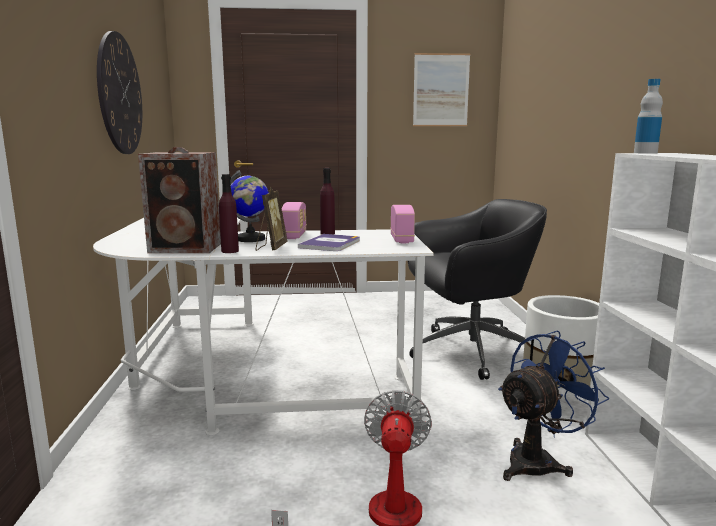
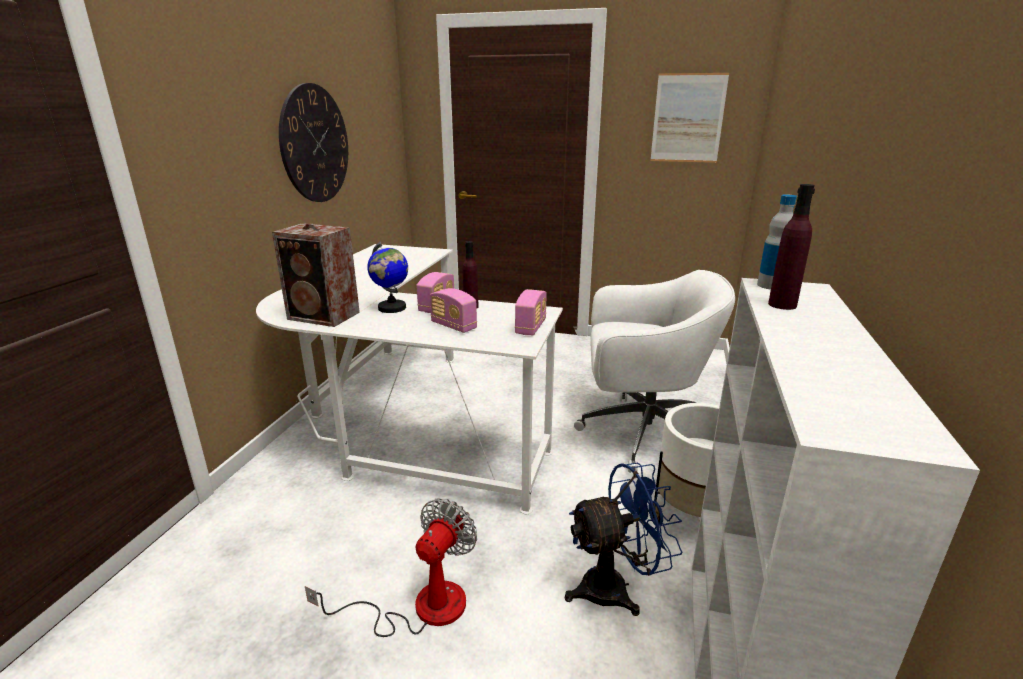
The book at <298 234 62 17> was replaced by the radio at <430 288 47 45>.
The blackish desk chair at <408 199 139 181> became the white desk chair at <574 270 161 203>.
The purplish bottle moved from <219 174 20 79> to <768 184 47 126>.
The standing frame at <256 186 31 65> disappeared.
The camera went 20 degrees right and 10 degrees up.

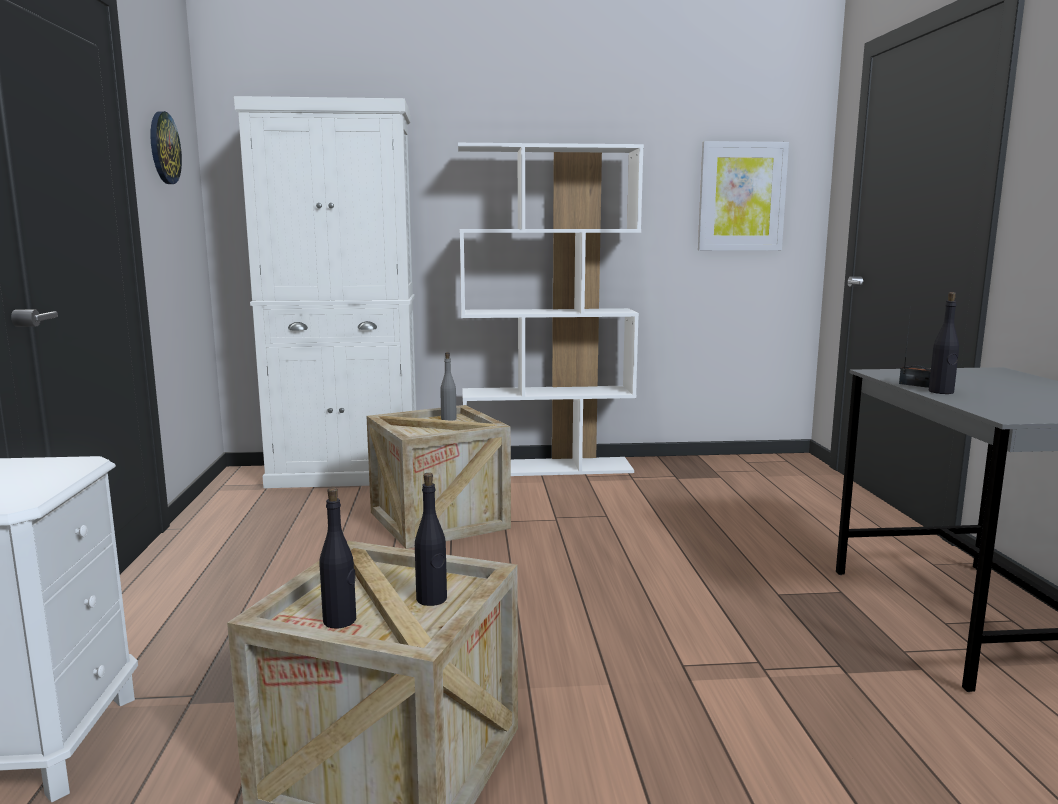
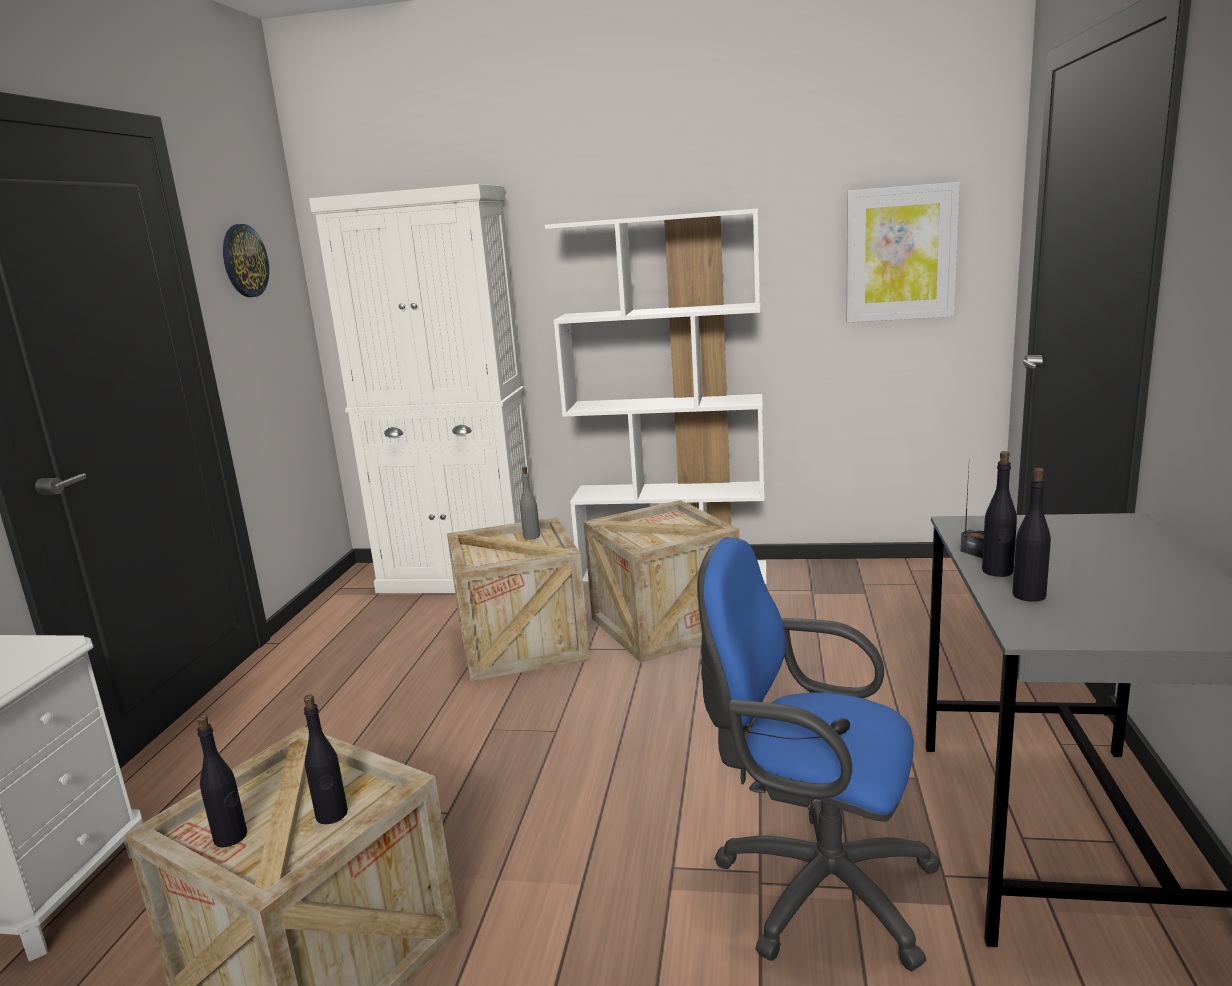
The crate at <583 500 157 163> appeared.
The blue-coloured desk chair at <697 537 244 434> appeared.
The blackish bottle at <1012 468 39 134> appeared.
The camera went 15 degrees right and 5 degrees up.

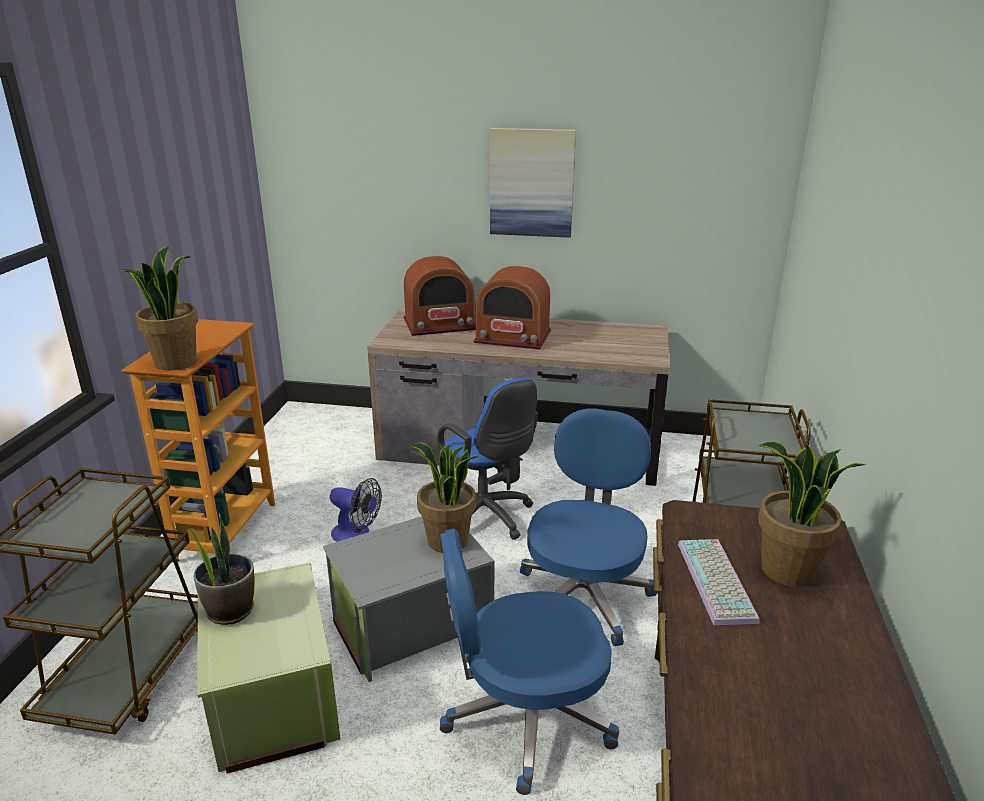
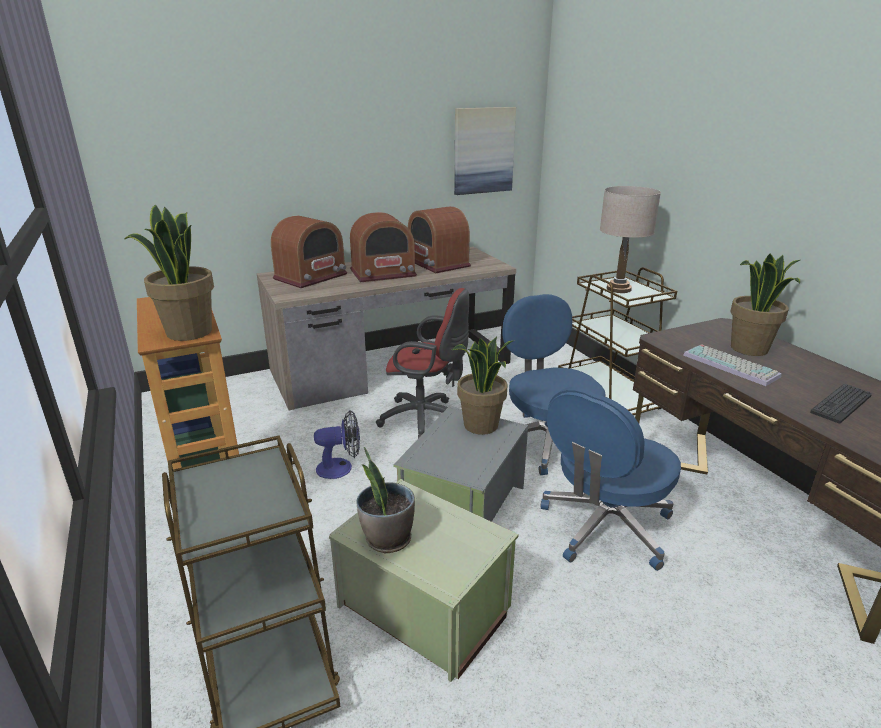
The blue-coloured desk chair at <437 378 101 162> became the red-coloured desk chair at <376 288 93 150>.
The radio at <408 206 63 67> appeared.
The wall art moved from <490 128 86 110> to <454 107 62 88>.
The sand-coloured tabletop lamp at <600 186 61 107> appeared.
The keyboard at <810 384 62 40> appeared.
The camera went 35 degrees left and 0 degrees up.

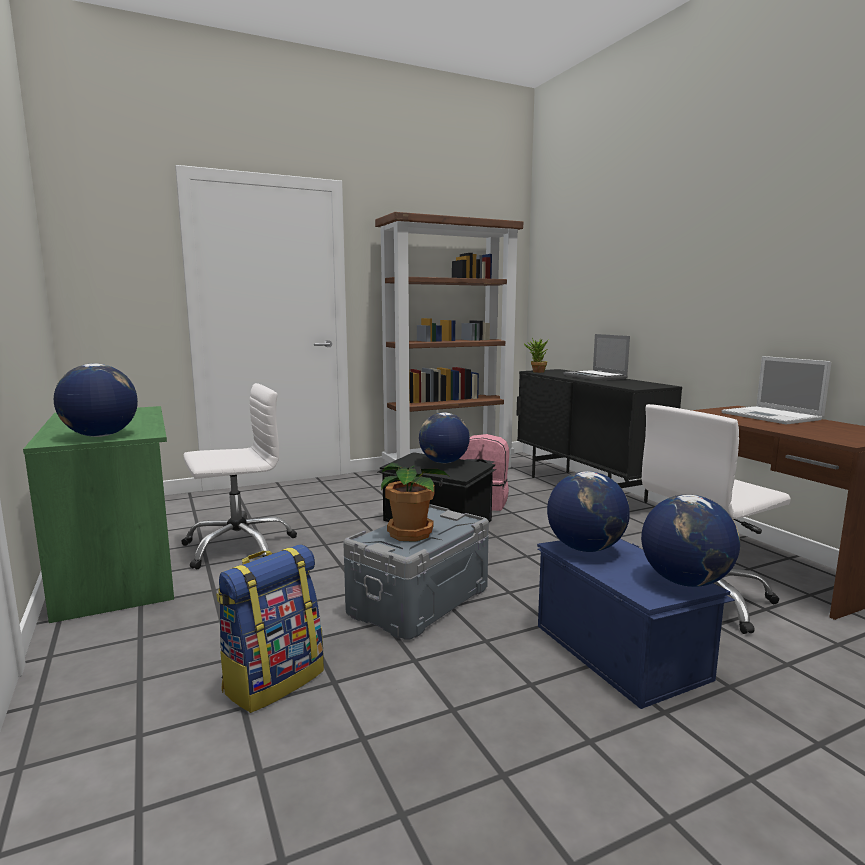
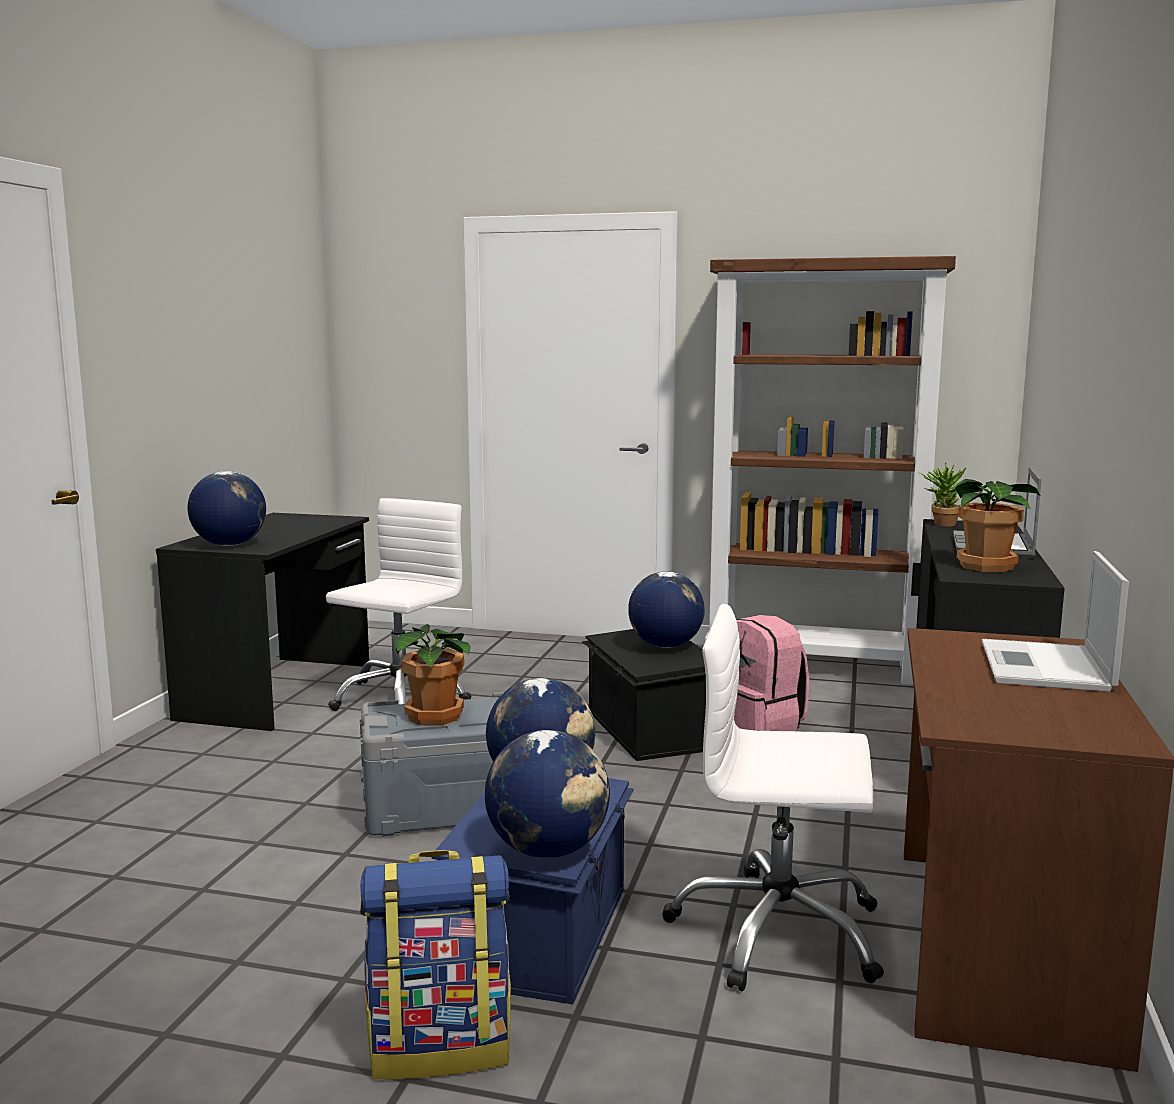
The greenish desk unit at <23 406 151 217> became the blackish desk unit at <156 513 213 218>.
The white desk chair at <181 383 116 186> turned 75 degrees counterclockwise.
The rucksack moved from <216 545 108 168> to <360 850 151 230>.
The potted plant at <954 479 86 93> appeared.
The camera went 40 degrees right and 0 degrees up.

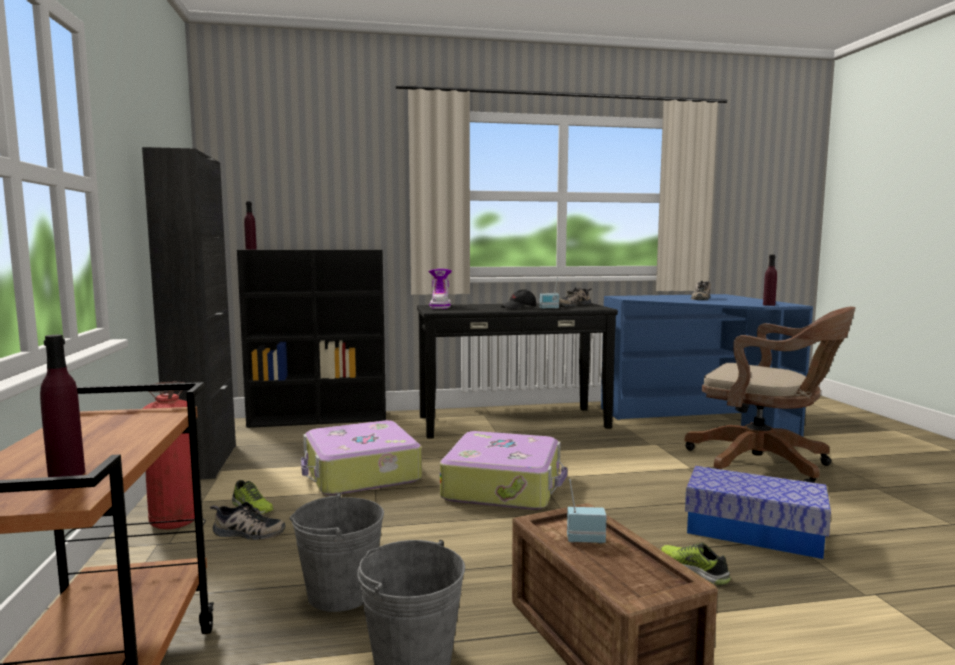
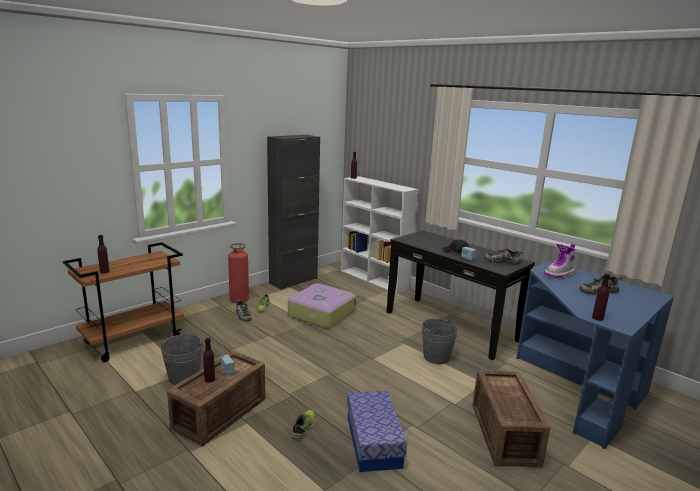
The purplish bottle at <203 338 12 44> appeared.
The blackish shelving unit at <237 250 149 178> became the white shelving unit at <341 176 78 118>.
The grey bucket moved from <290 493 94 119> to <422 318 36 46>.
The brown desk chair at <685 307 171 176> was replaced by the crate at <473 370 77 97>.
The tall boot moved from <429 269 23 40> to <544 243 31 36>.
The piece of luggage at <440 431 127 79> disappeared.
The camera went 55 degrees right and 10 degrees up.

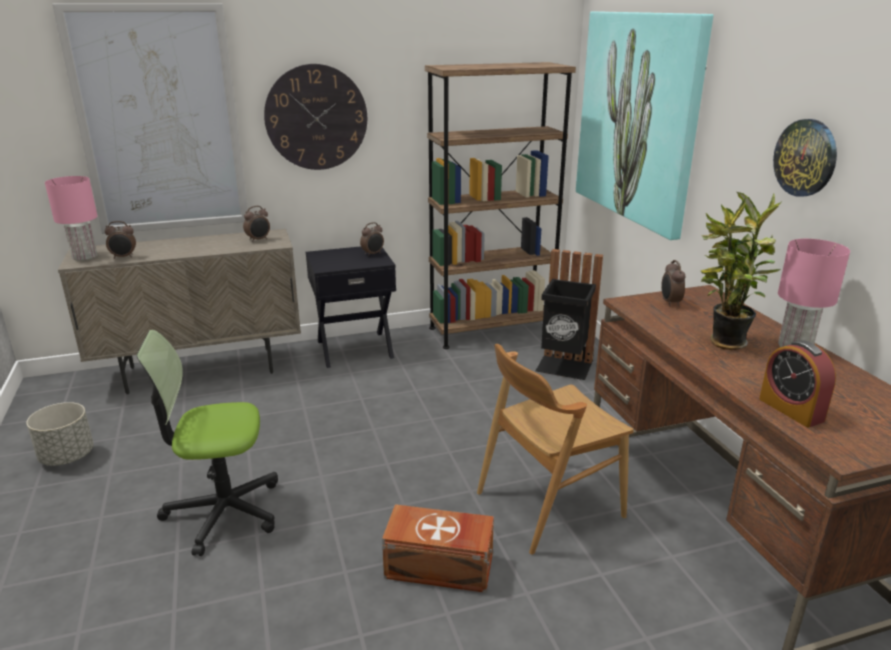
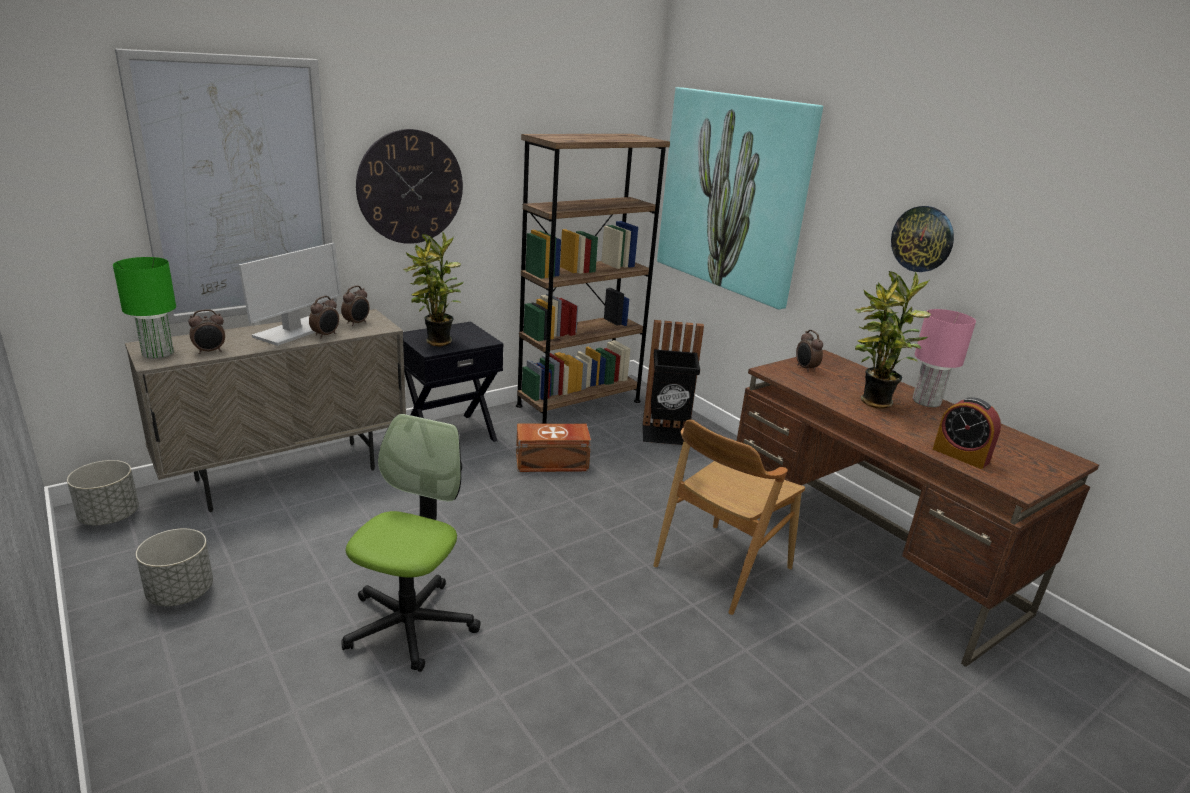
The grey planter at <67 460 72 65> appeared.
The pinkish tabletop lamp at <45 176 53 85> became the greenish tabletop lamp at <113 257 63 102>.
The computer display at <238 243 104 103> appeared.
The alarm clock moved from <360 222 24 34> to <309 296 30 42>.
The desk chair at <137 330 141 226> turned 135 degrees clockwise.
The potted plant at <403 231 61 116> appeared.
The brown storage container moved from <382 504 112 89> to <516 424 75 48>.
The camera went 20 degrees left and 0 degrees up.

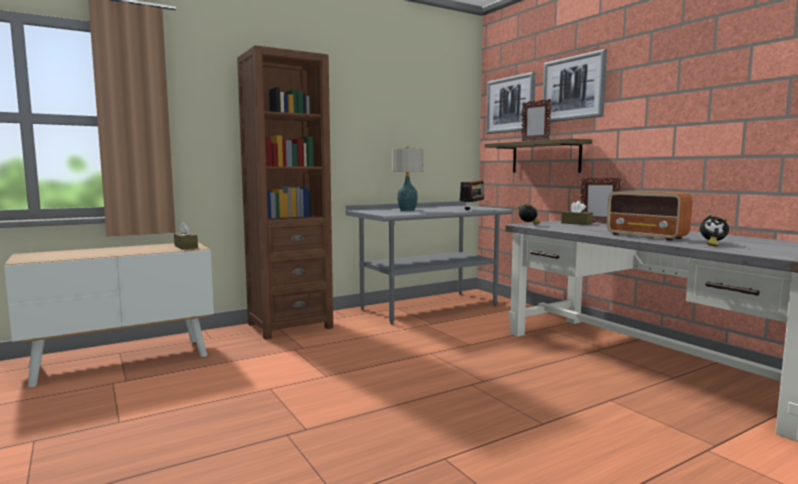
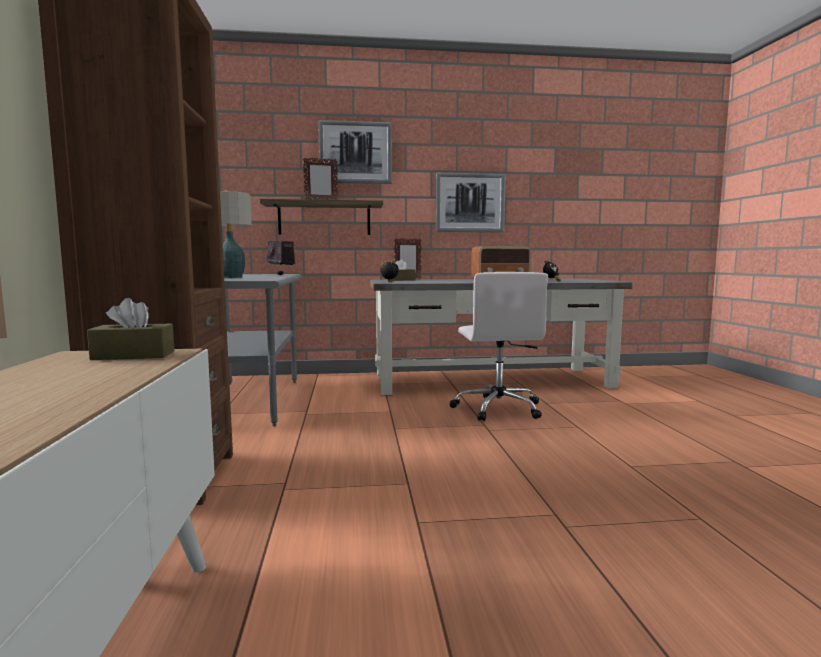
The wall art moved from <486 72 49 62> to <436 173 70 59>.
The white desk chair at <449 272 99 149> appeared.
The camera went 65 degrees left and 0 degrees up.

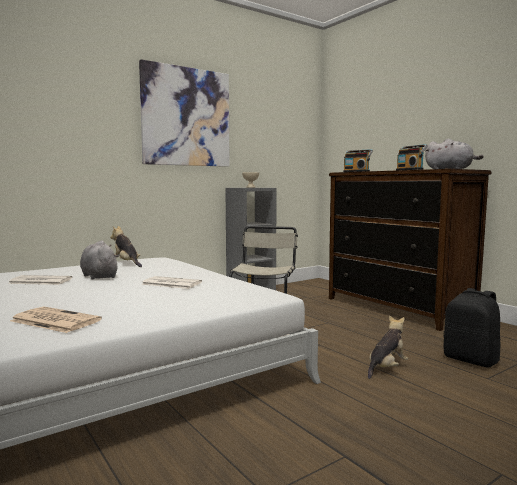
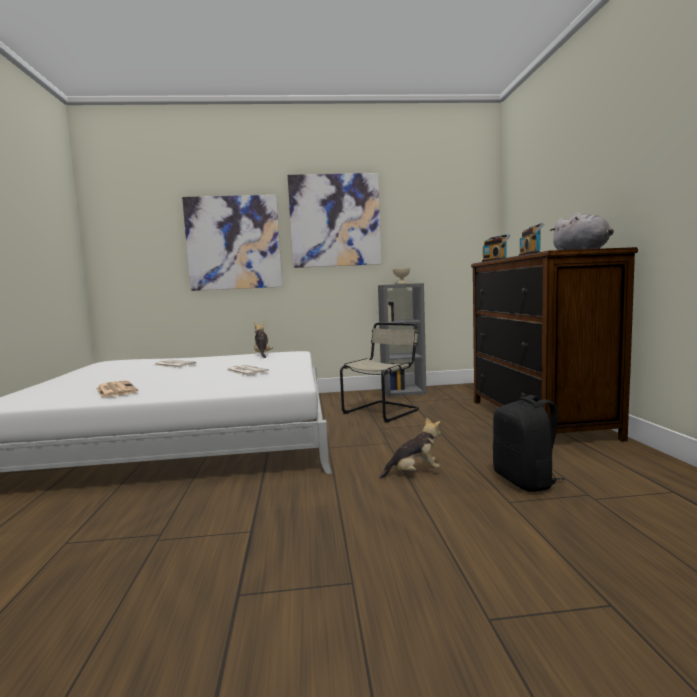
The wall art at <182 195 100 96> appeared.
The grey soft toy at <80 240 39 40> disappeared.
The camera went 30 degrees right and 0 degrees up.

